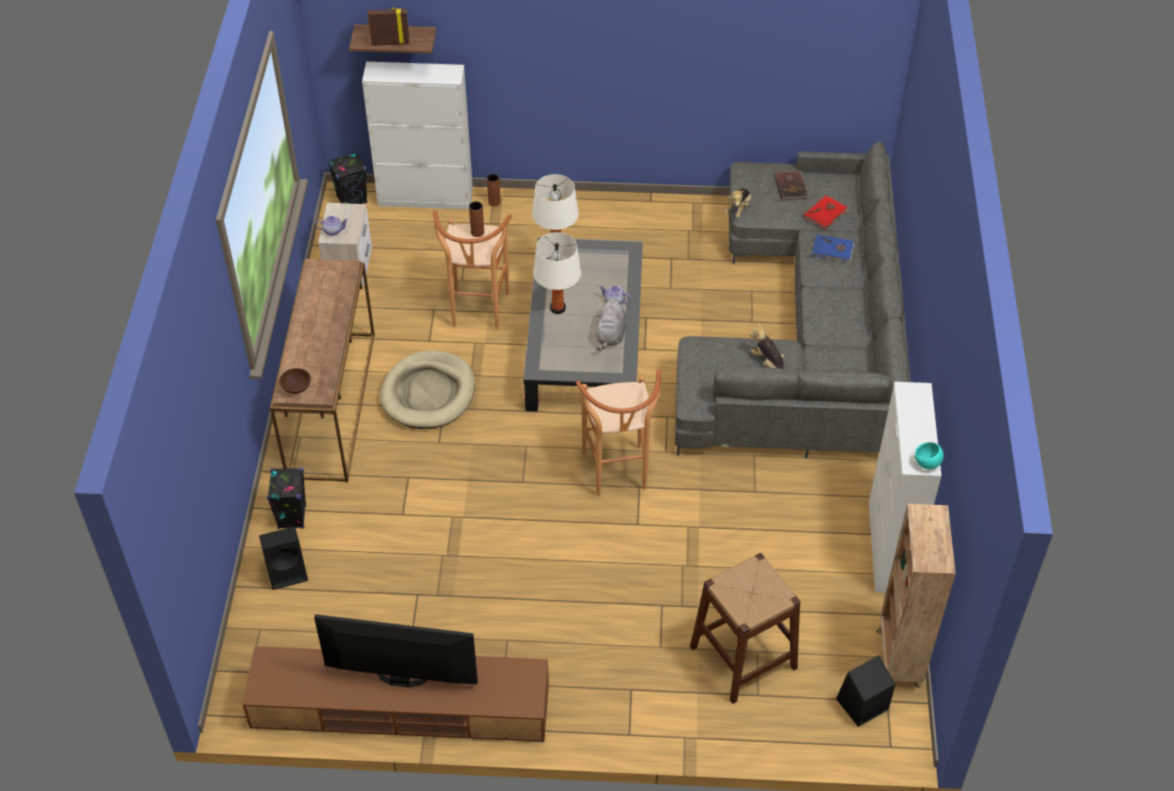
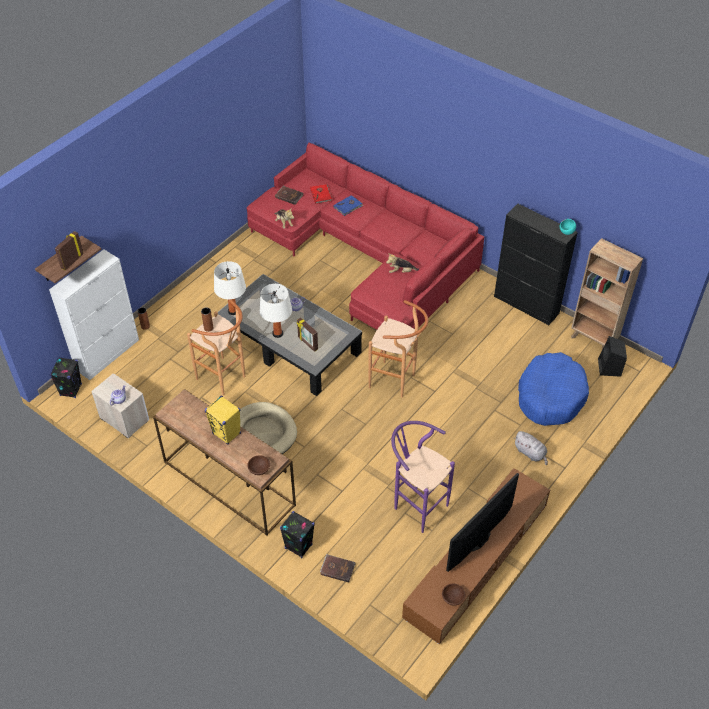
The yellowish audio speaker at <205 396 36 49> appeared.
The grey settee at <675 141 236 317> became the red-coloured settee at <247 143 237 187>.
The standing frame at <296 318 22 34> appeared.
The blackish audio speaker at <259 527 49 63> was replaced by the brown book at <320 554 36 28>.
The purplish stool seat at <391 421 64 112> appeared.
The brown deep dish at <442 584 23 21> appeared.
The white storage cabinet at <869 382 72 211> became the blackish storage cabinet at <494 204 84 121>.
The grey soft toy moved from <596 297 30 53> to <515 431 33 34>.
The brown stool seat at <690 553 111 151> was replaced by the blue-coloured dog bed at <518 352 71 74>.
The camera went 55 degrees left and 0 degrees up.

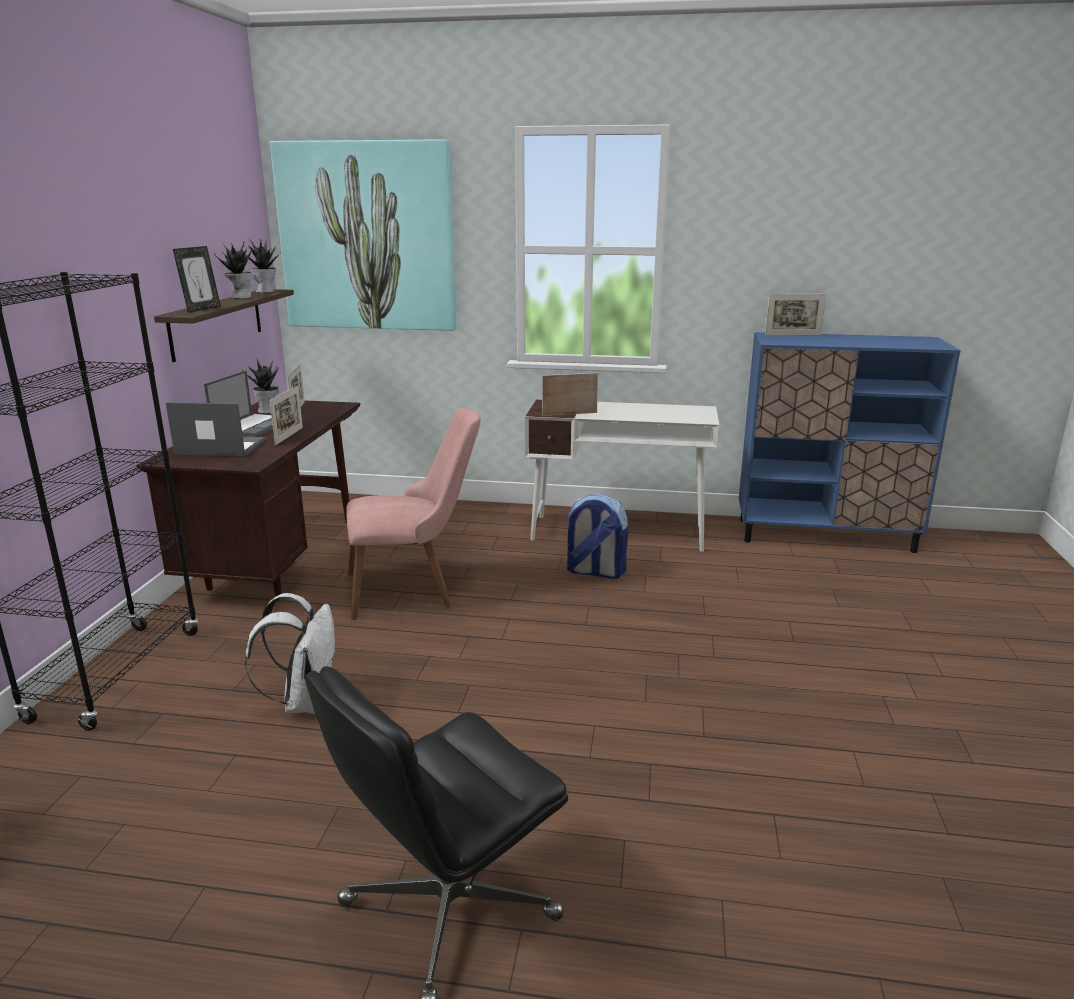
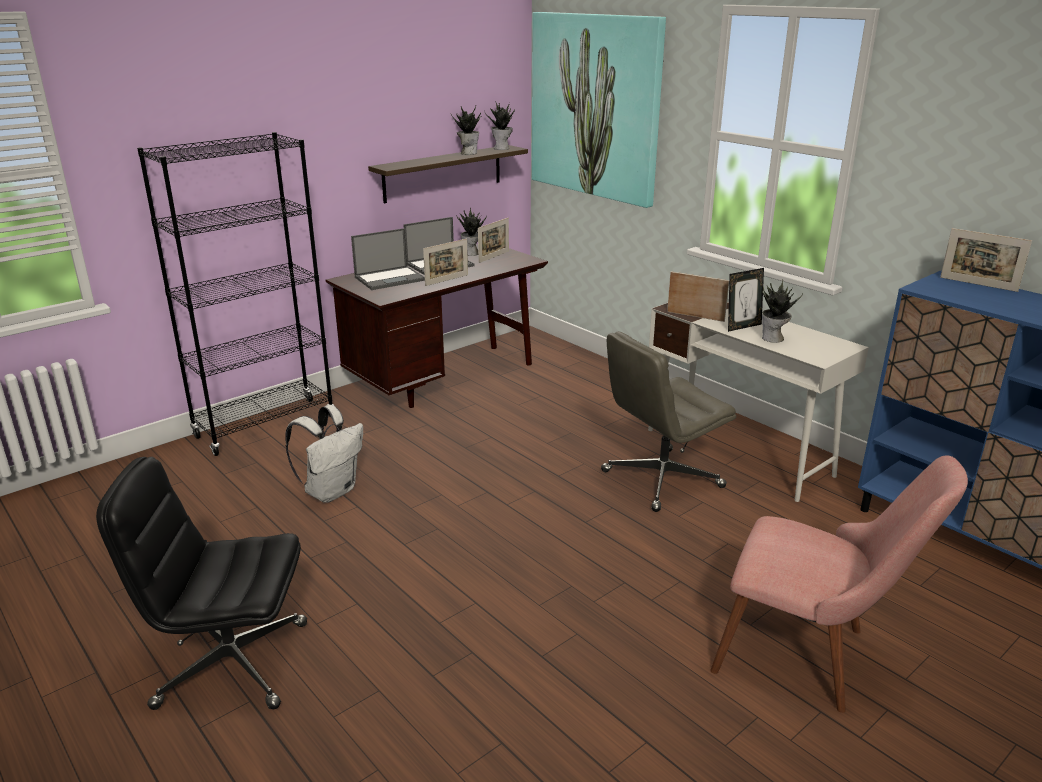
The notebook computer at <166 402 100 55> turned 105 degrees clockwise.
The rucksack at <566 494 62 85> was replaced by the grey desk chair at <601 331 135 181>.
The pinkish chair moved from <346 408 135 212> to <710 455 258 258>.
The standing frame moved from <173 246 48 67> to <728 268 36 64>.
The potted plant at <762 280 41 63> appeared.
The camera went 40 degrees right and 5 degrees up.

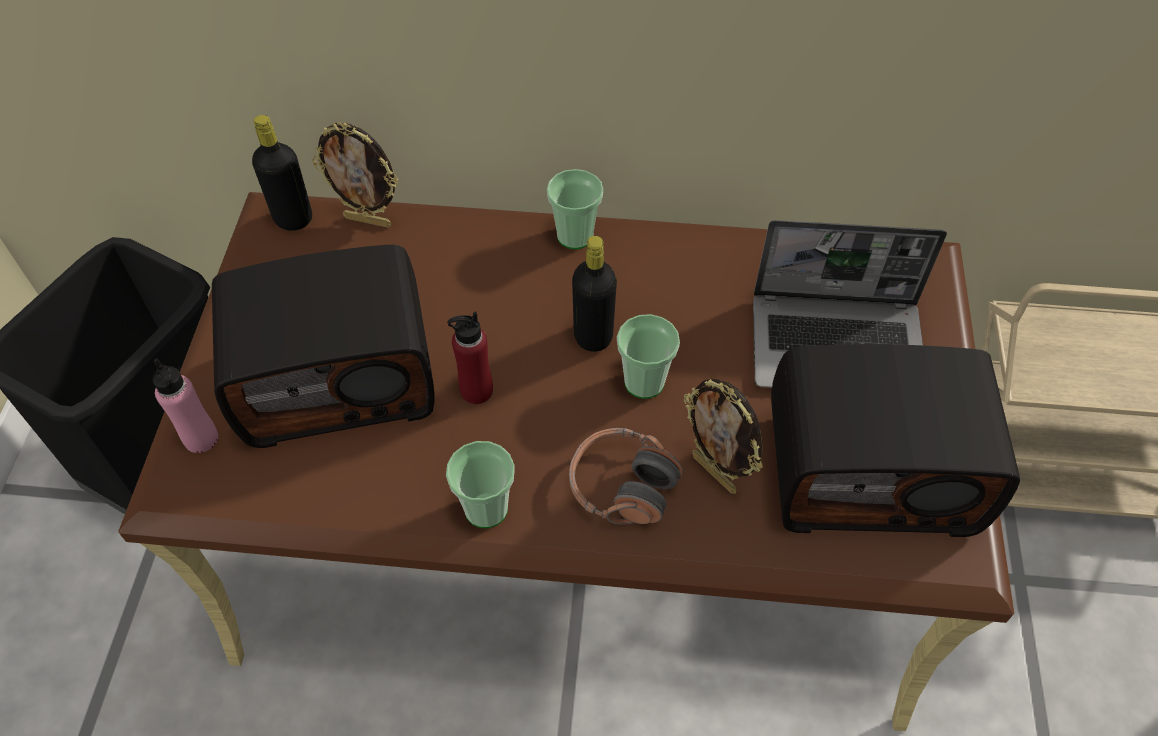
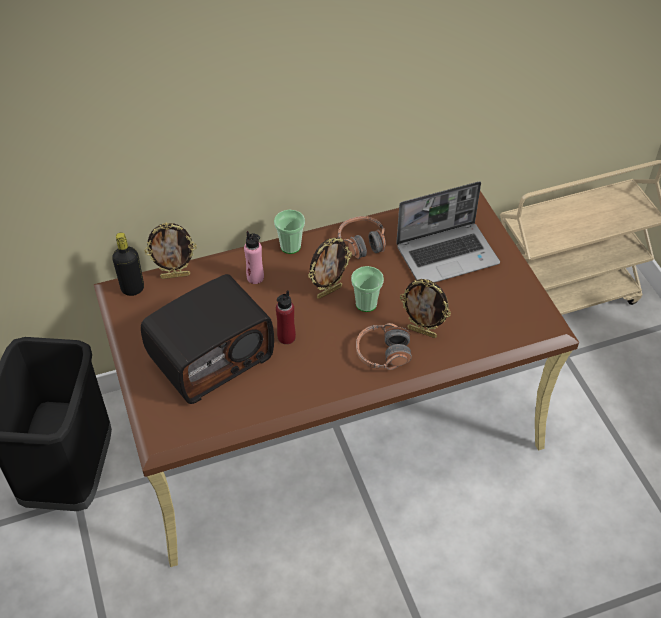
The pinkish bottle moved from <153 358 65 95> to <244 231 20 53>.
The blackish bottle at <572 236 45 116> was replaced by the standing frame at <308 237 44 62>.
The headset at <338 216 48 43> appeared.
The small cup at <446 441 69 87> disappeared.
The radio at <771 344 249 193> disappeared.
The camera went 25 degrees left and 5 degrees down.

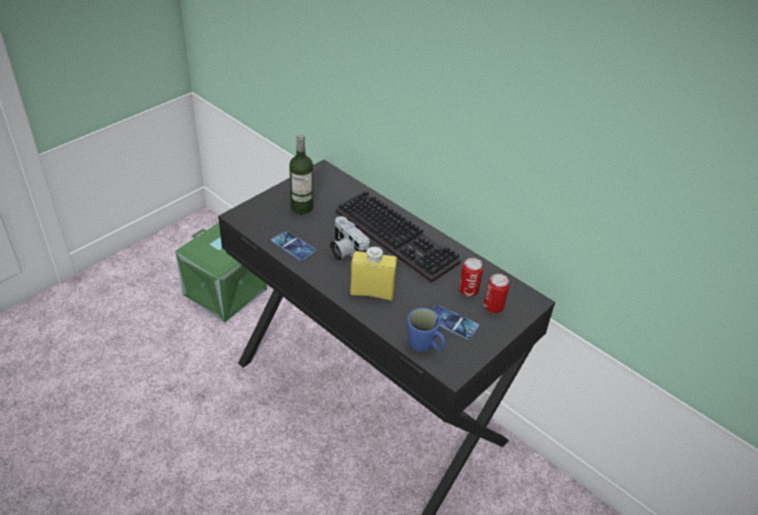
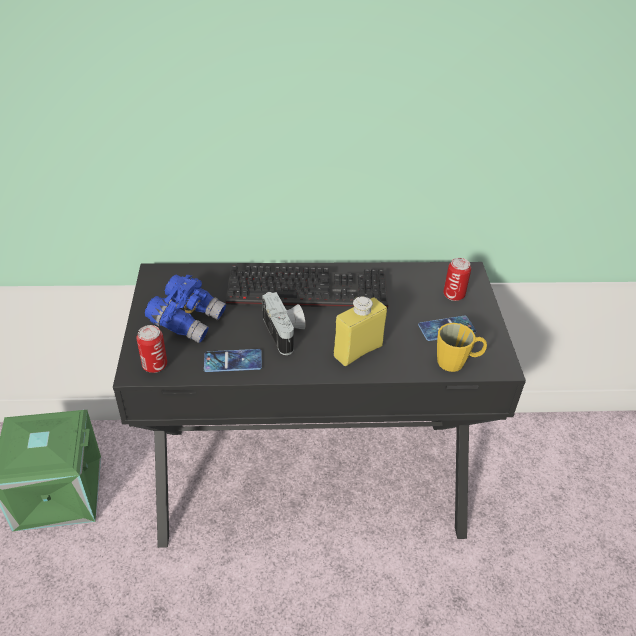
The metal can moved from <459 258 24 39> to <136 325 31 48>.
The bottle at <289 134 24 80> was replaced by the blue-coloured field glasses at <145 275 81 68>.
The still camera at <330 216 40 46> turned 120 degrees counterclockwise.
The blue-coloured mug at <407 308 39 44> became the yellowish mug at <437 323 50 49>.
The camera went 45 degrees left and 0 degrees up.

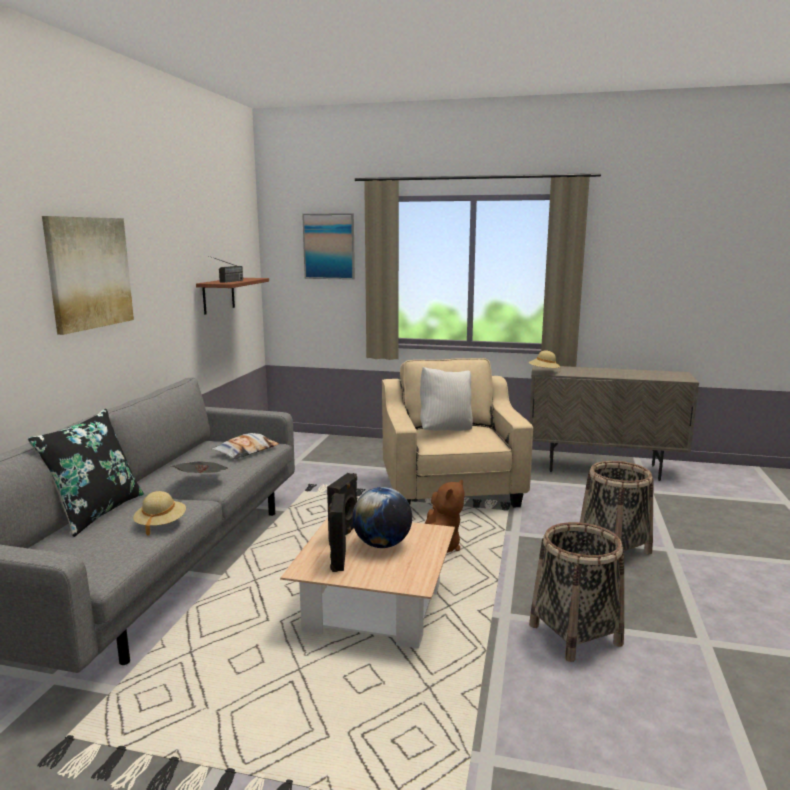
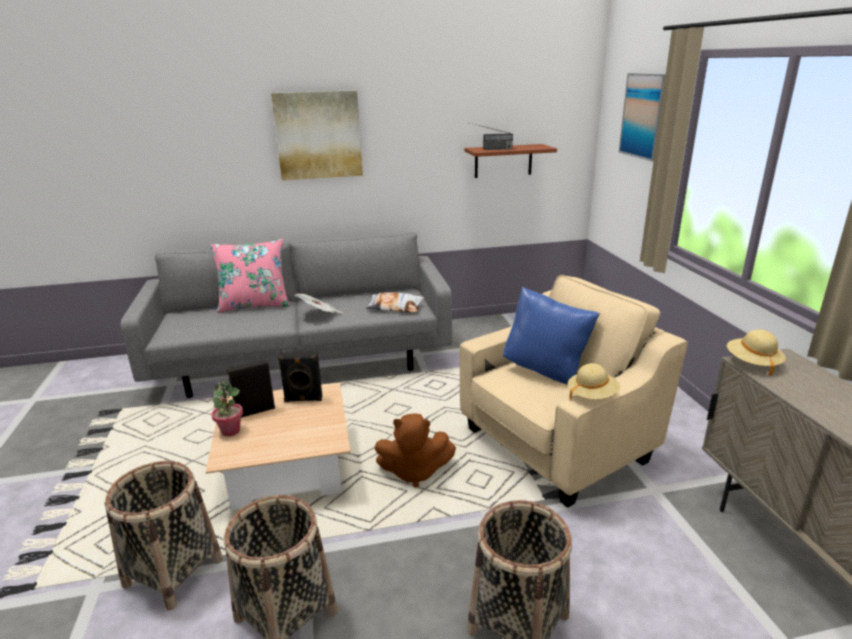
The household basket at <105 461 118 149> appeared.
The blackish cushion at <28 409 116 128> became the pinkish cushion at <210 239 80 74>.
The potted plant at <212 380 31 56> appeared.
The white cushion at <420 367 53 64> became the blue-coloured cushion at <503 286 97 99>.
The sand-coloured clothing hat moved from <133 491 53 45> to <568 363 52 38>.
The world globe at <352 487 60 61> disappeared.
The camera went 65 degrees right and 10 degrees up.

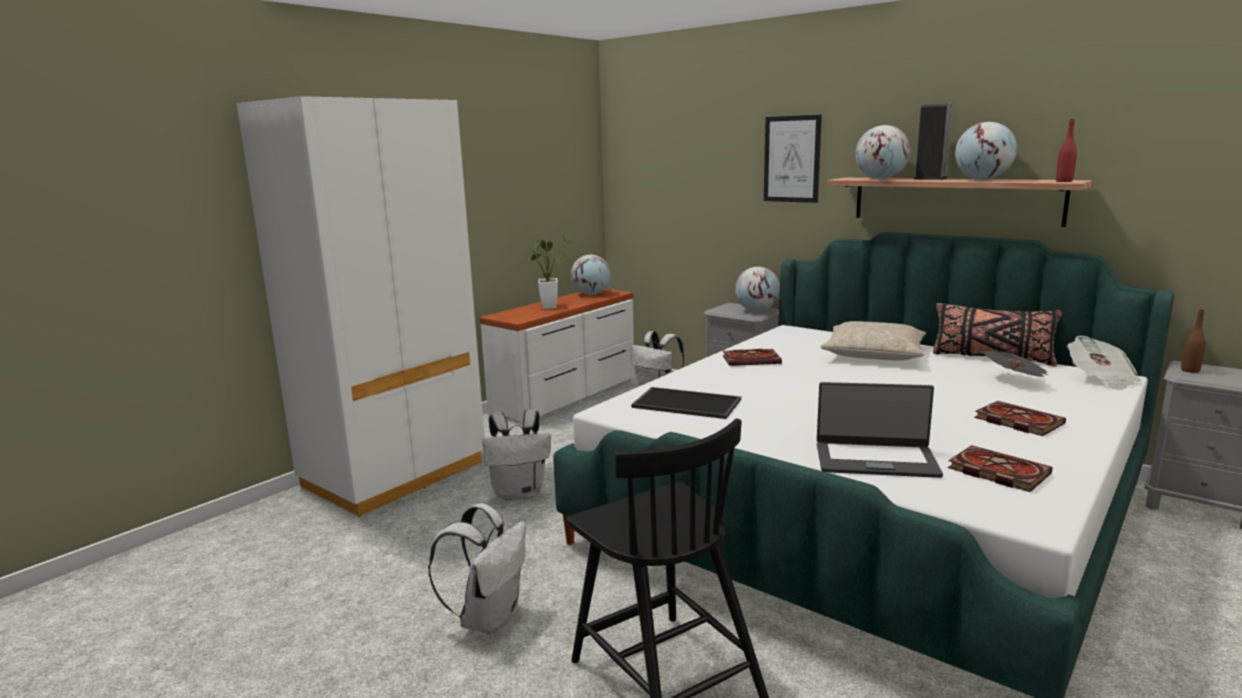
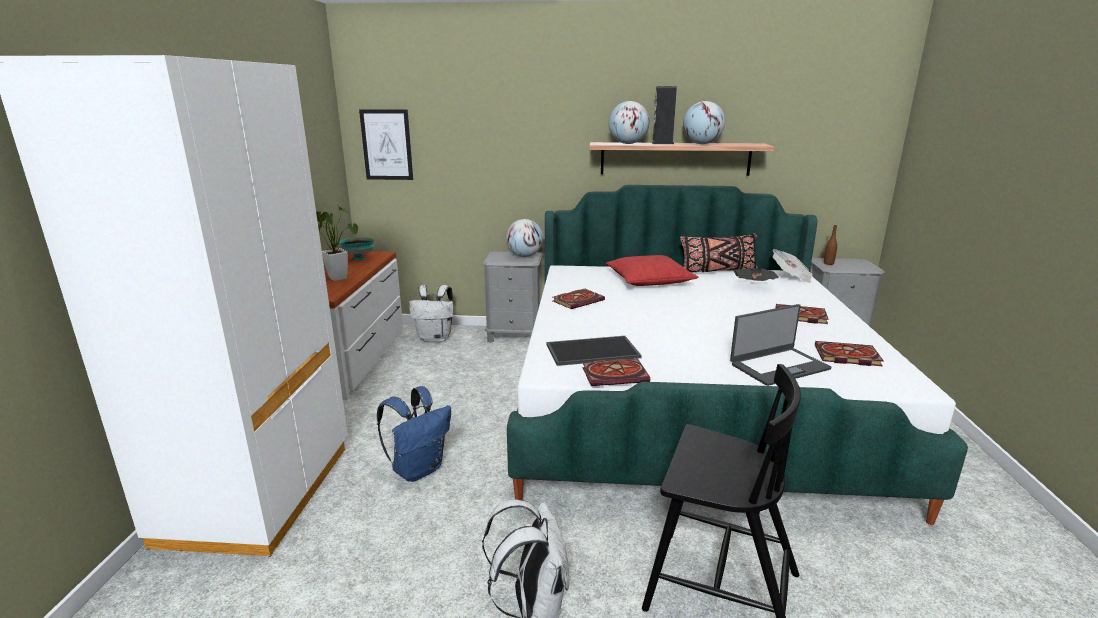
The world globe at <571 255 40 40> was replaced by the blue-green deep dish at <340 237 34 23>.
The wall art moved from <764 115 58 88> to <359 109 54 71>.
The white rucksack at <483 409 68 92> became the blue-coloured rucksack at <377 386 74 96>.
The book at <582 359 68 27> appeared.
The sand-coloured cushion at <820 321 106 40> became the red-coloured cushion at <606 255 92 31>.
The red-coloured bottle at <1056 119 21 63> disappeared.
The camera went 35 degrees left and 5 degrees up.

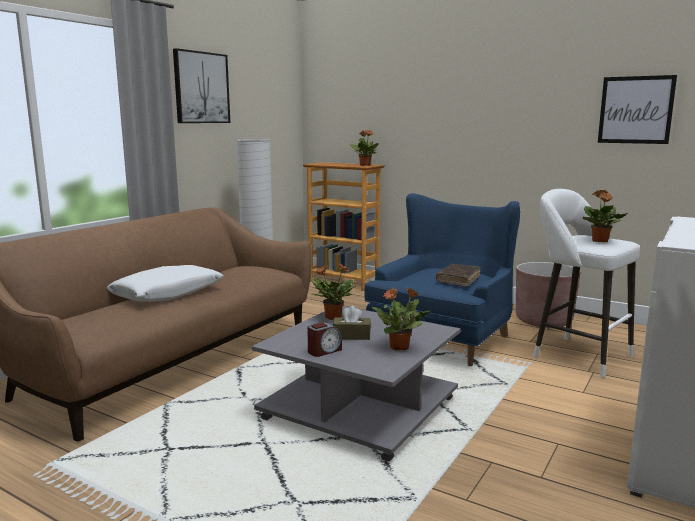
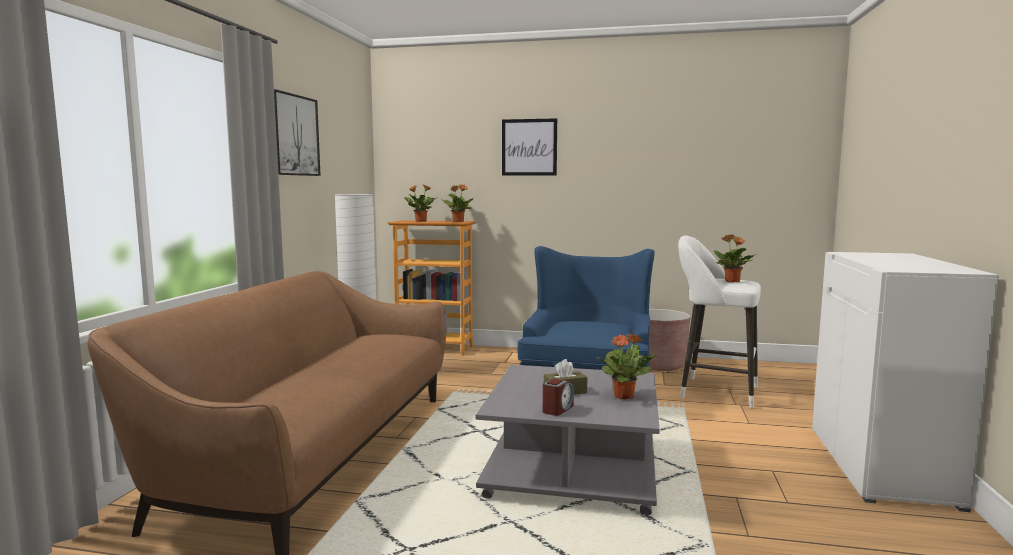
The potted plant moved from <311 263 45 57> to <404 184 32 38>.
The wall art moved from <598 75 79 69> to <502 118 55 58>.
The white cushion at <107 265 117 37> disappeared.
The brown book at <436 264 44 23> disappeared.
The camera went 20 degrees left and 5 degrees down.

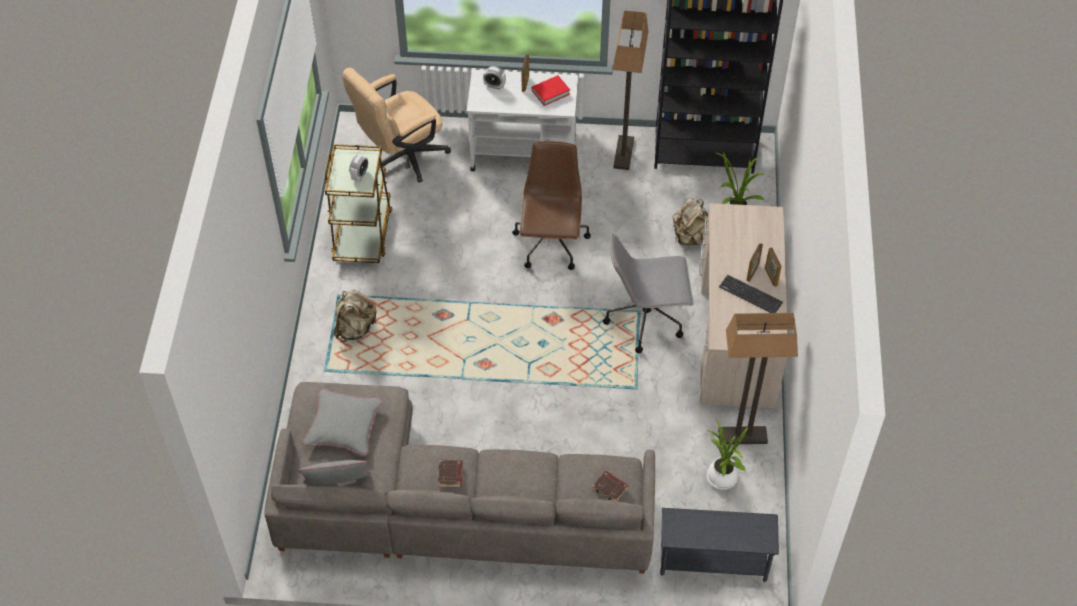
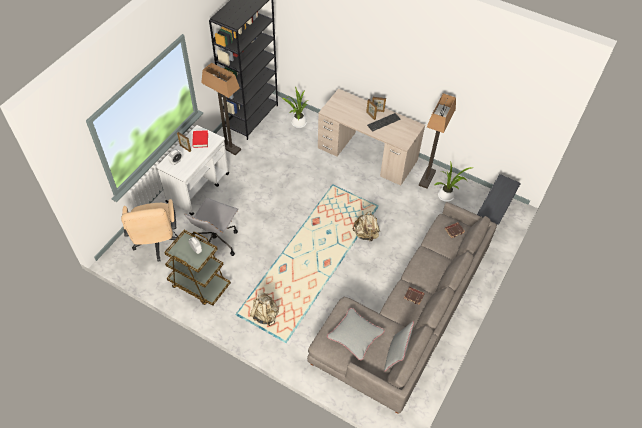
The grey desk chair moved from <603 234 91 119> to <184 198 55 58>.
The sand-coloured rucksack moved from <673 198 35 47> to <352 211 28 30>.
The brown desk chair at <512 141 79 129> disappeared.
The camera went 65 degrees left and 0 degrees up.

